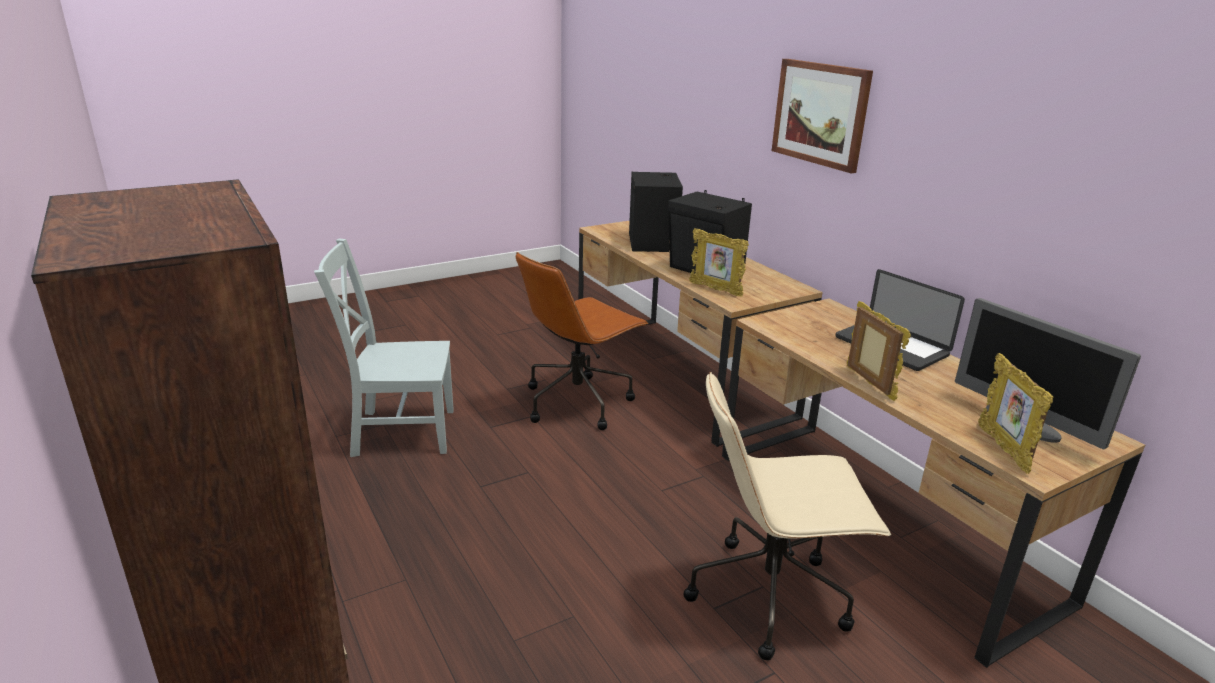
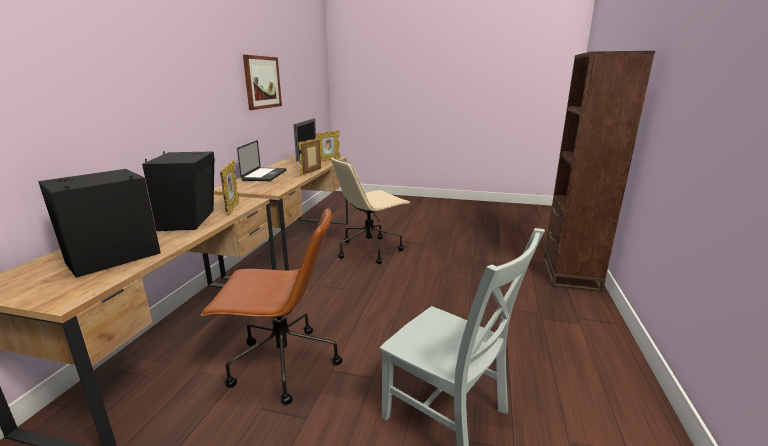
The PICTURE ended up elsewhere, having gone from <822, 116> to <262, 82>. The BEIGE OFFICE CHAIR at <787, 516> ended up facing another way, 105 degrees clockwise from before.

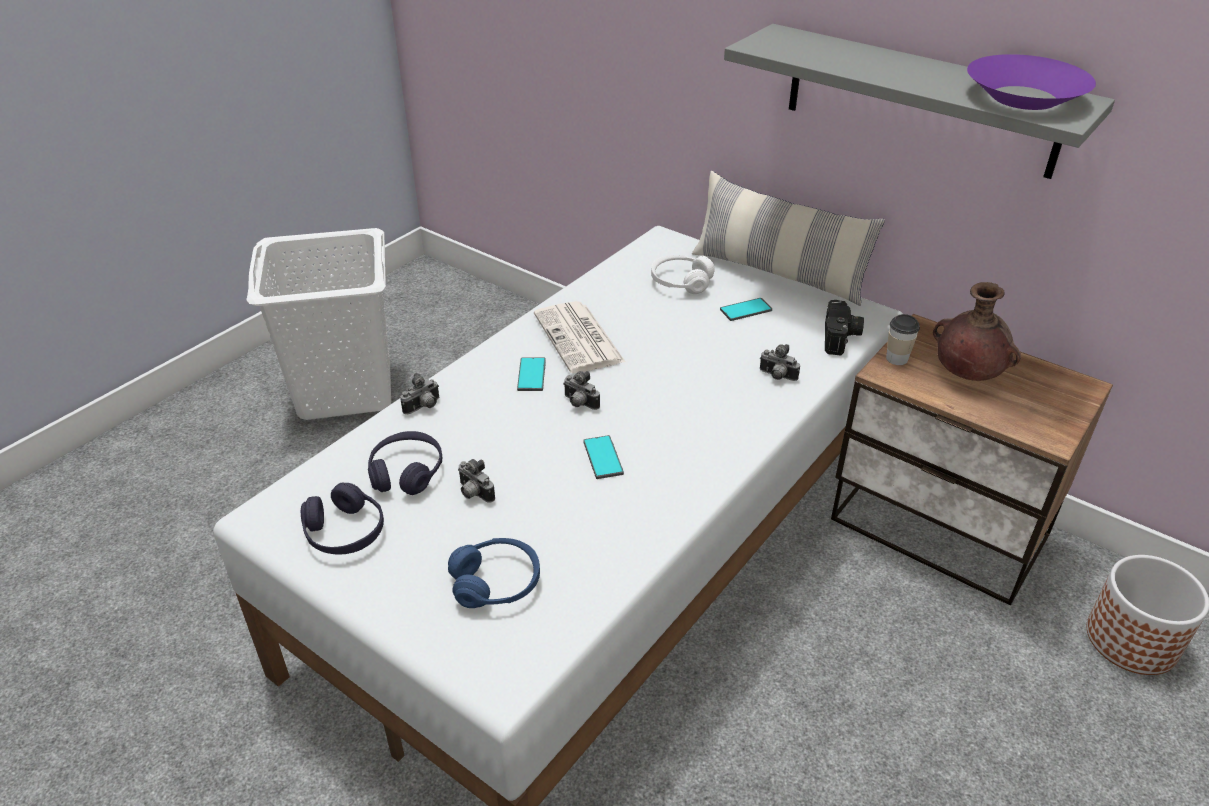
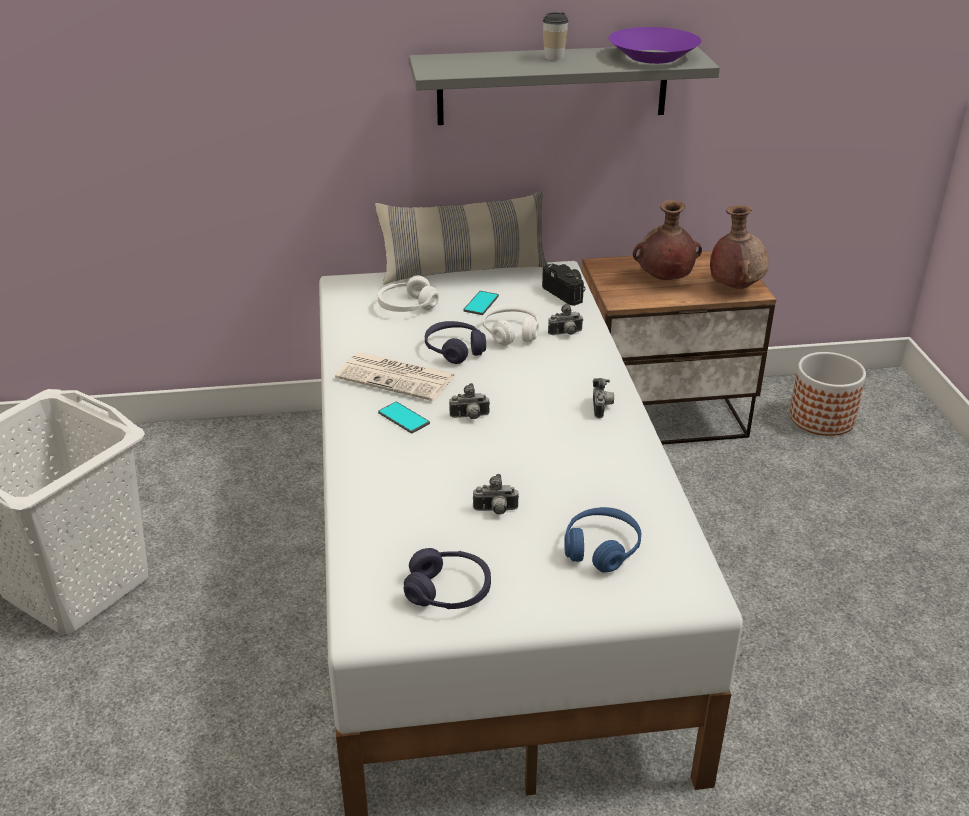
The CUP ended up elsewhere, having gone from <903, 339> to <555, 36>. The PHOTO CAMERA ended up elsewhere, having gone from <419, 393> to <603, 398>. The PURPLE HEADPHONES ended up elsewhere, having gone from <405, 463> to <455, 342>. The second view lost the PHONE at <603, 457>. The second view gained the BROWN VASE at <739, 247>. The second view gained the WHITE HEADPHONES at <511, 325>.

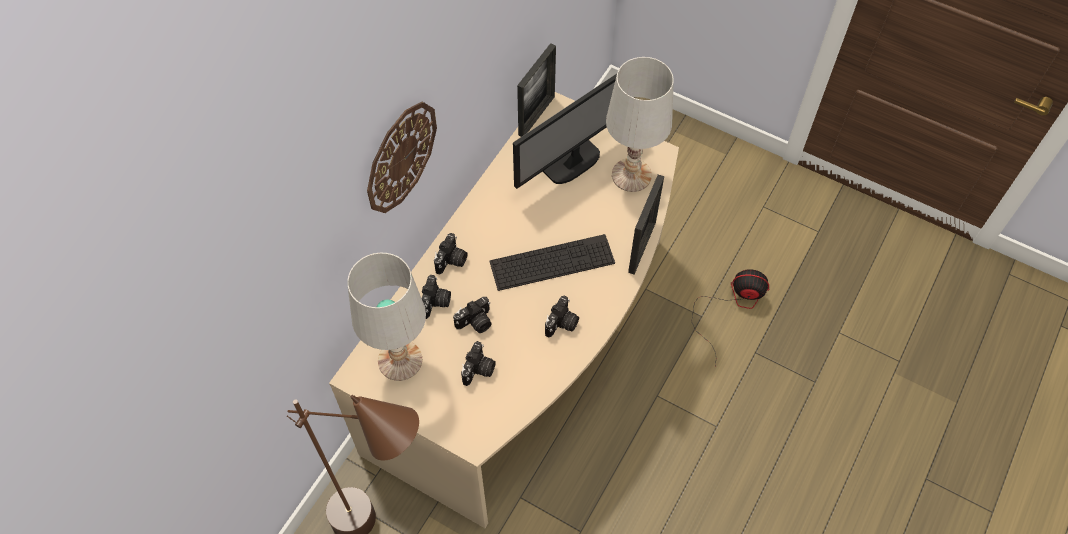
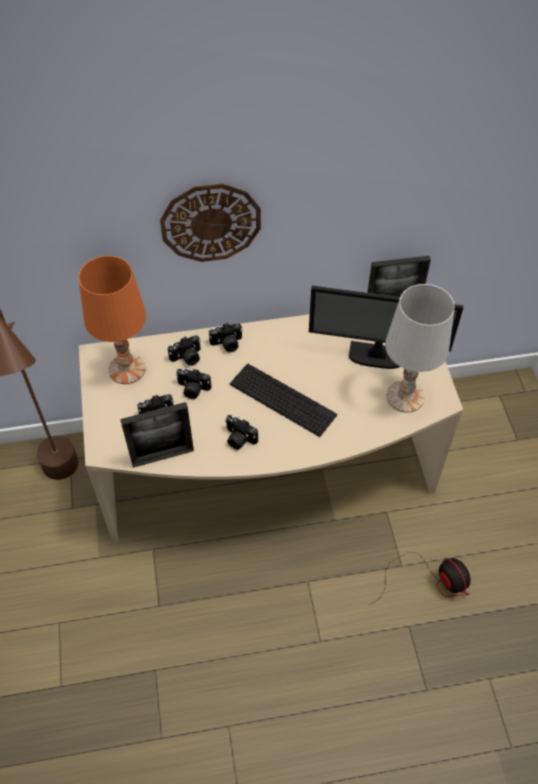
The PICTURE FRAME ended up elsewhere, having gone from <646, 225> to <157, 435>. What was the WHITE TABLE LAMP at <386, 317> turned into the ORANGE TABLE LAMP at <112, 320>. The PHOTO CAMERA at <562, 316> ended up facing another way, 45 degrees clockwise from before.

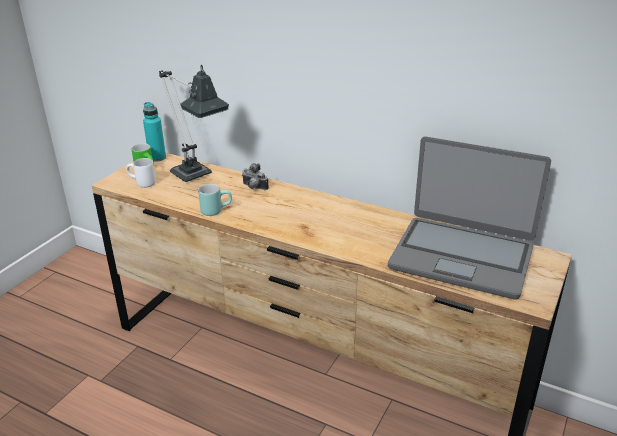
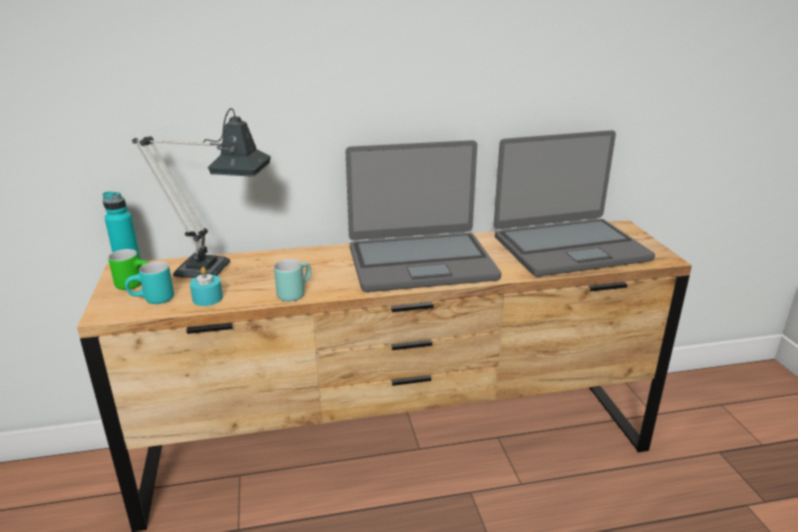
What was the WHITE MUG at <141, 173> turned into the TURQUOISE MUG at <149, 282>. The second view lost the PHOTO CAMERA at <255, 176>. The second view gained the LAPTOP at <423, 216>. The second view gained the TURQUOISE CANDLE at <206, 286>.

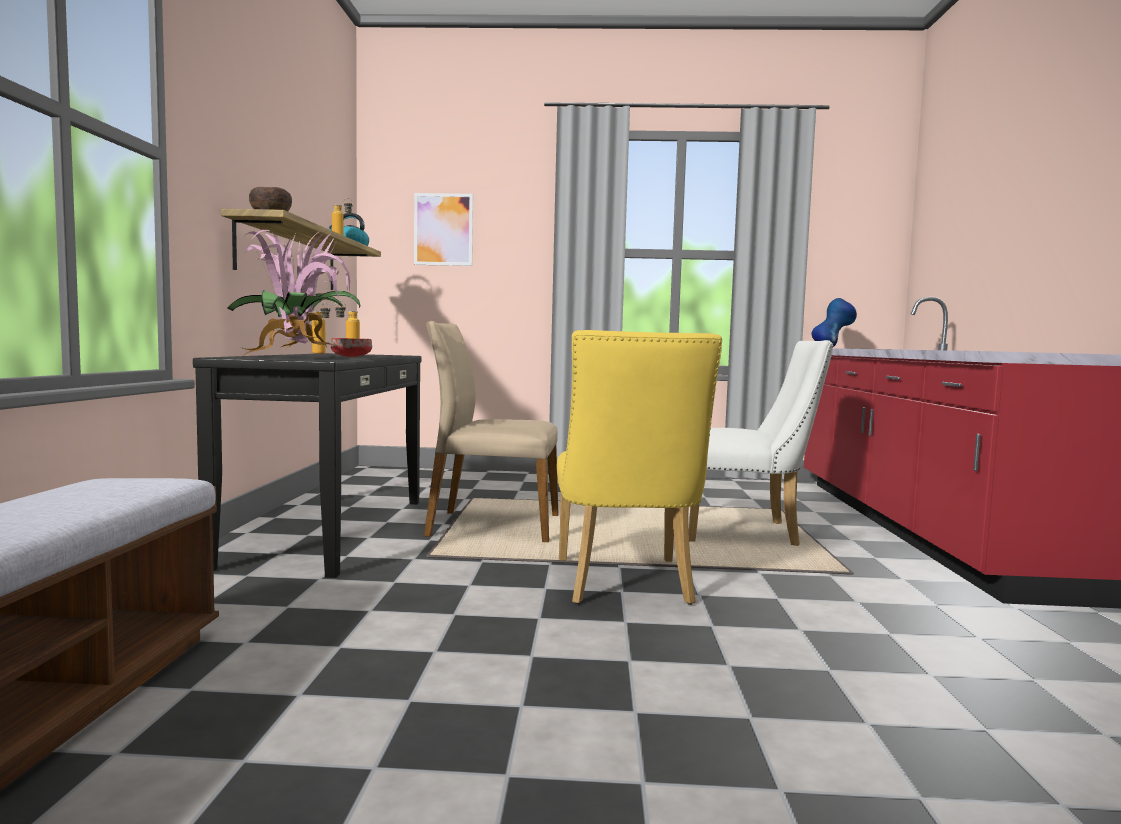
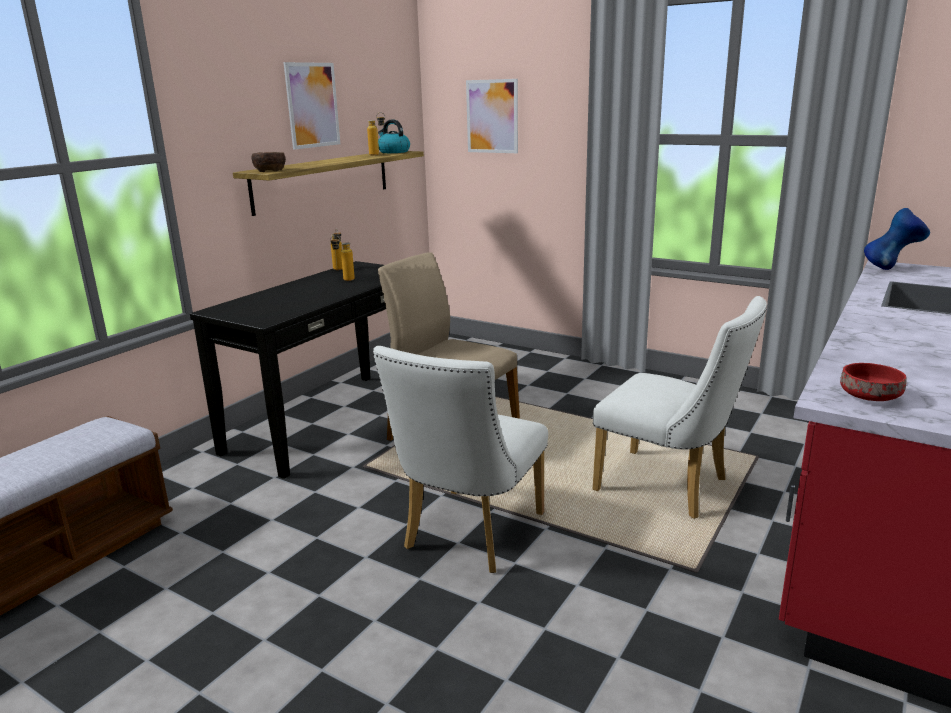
The second view lost the POTTED PLANT at <294, 292>. What was the YELLOW CHAIR at <639, 467> turned into the WHITE CHAIR at <460, 459>. The RED BOWL ended up elsewhere, having gone from <351, 347> to <873, 382>. The second view gained the PICTURE at <311, 106>.

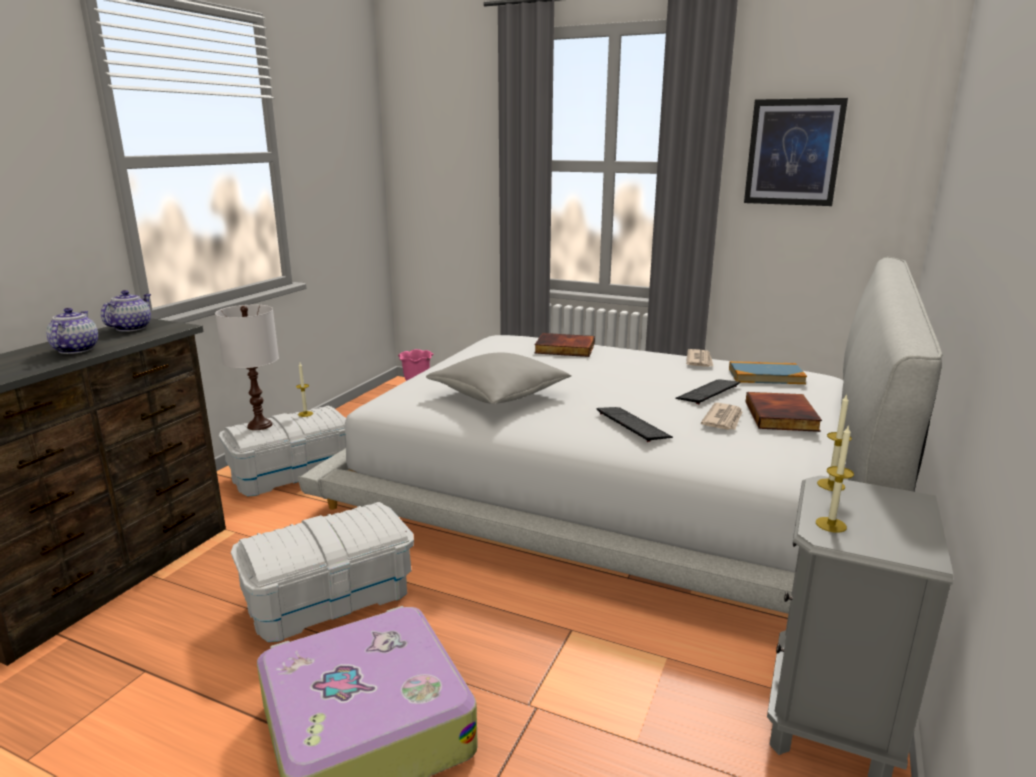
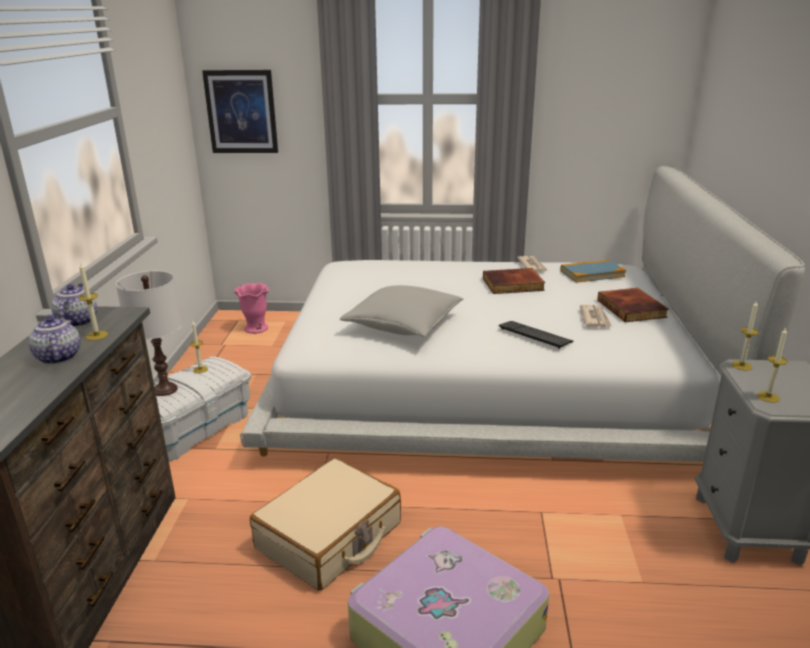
The PICTURE ended up elsewhere, having gone from <796, 152> to <240, 111>. The BOOK ended up elsewhere, having gone from <565, 345> to <514, 281>. The second view lost the KEYBOARD at <707, 392>. Where the WHITE STORAGE BOX stood at <322, 572>, the BEIGE SUITCASE came to stand at <325, 524>. The second view gained the CANDLE at <93, 301>.

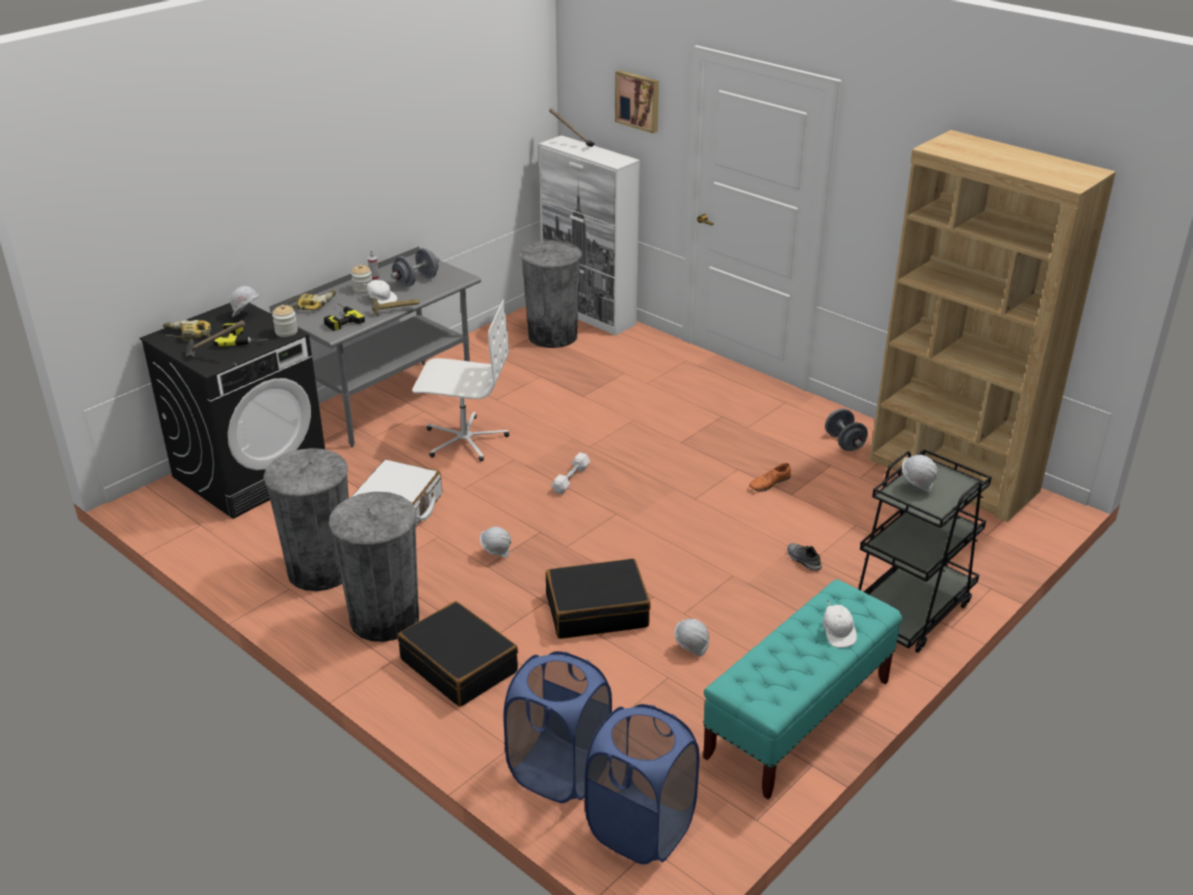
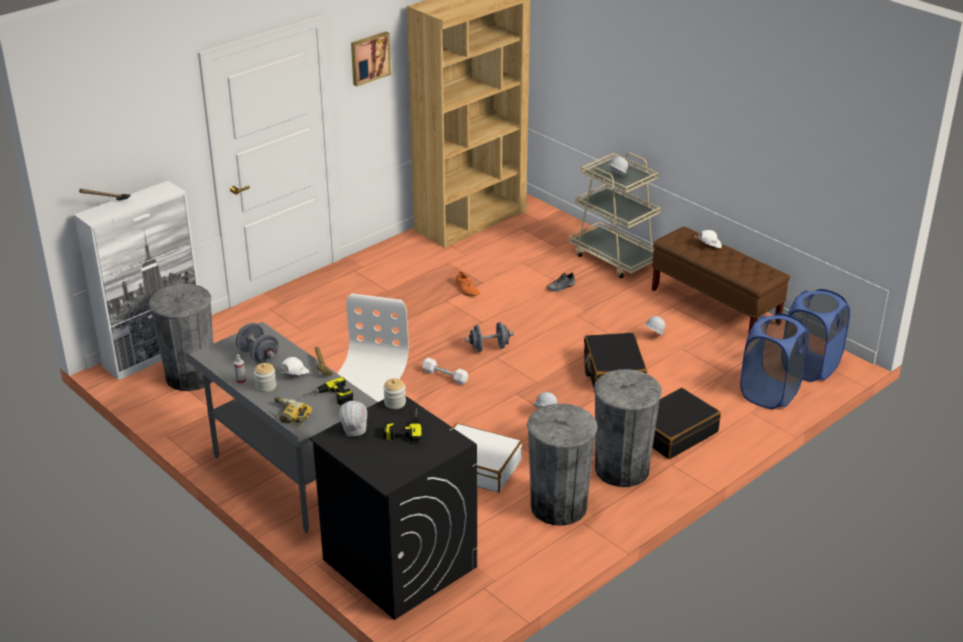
The PICTURE ended up elsewhere, having gone from <637, 101> to <371, 59>. The second view lost the POWER DRILL at <187, 331>. The second view lost the HAMMER at <215, 339>. The GREY DUMBBELL ended up elsewhere, having gone from <846, 430> to <489, 337>. What was the BLACK CART at <925, 551> turned into the BEIGE CART at <614, 215>. What was the TURQUOISE BENCH at <802, 689> turned into the BROWN BENCH at <721, 281>.

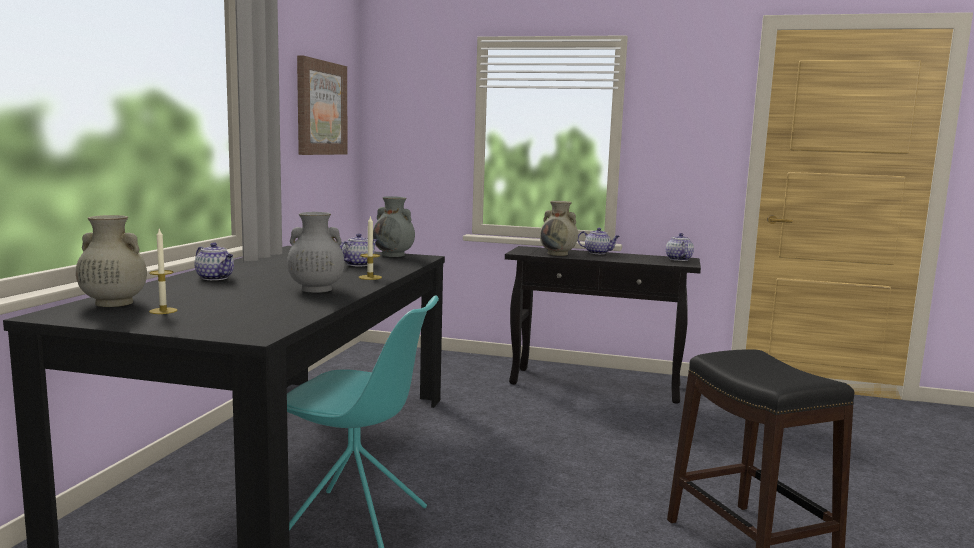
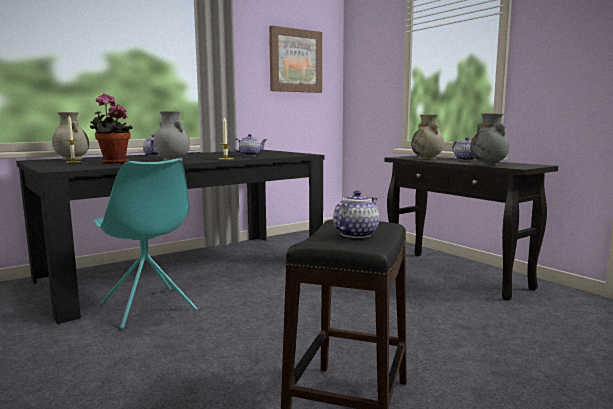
The GREY VASE ended up elsewhere, having gone from <394, 226> to <490, 140>. The TEAPOT ended up elsewhere, having gone from <680, 247> to <356, 214>. The second view gained the POTTED PLANT at <111, 129>.

